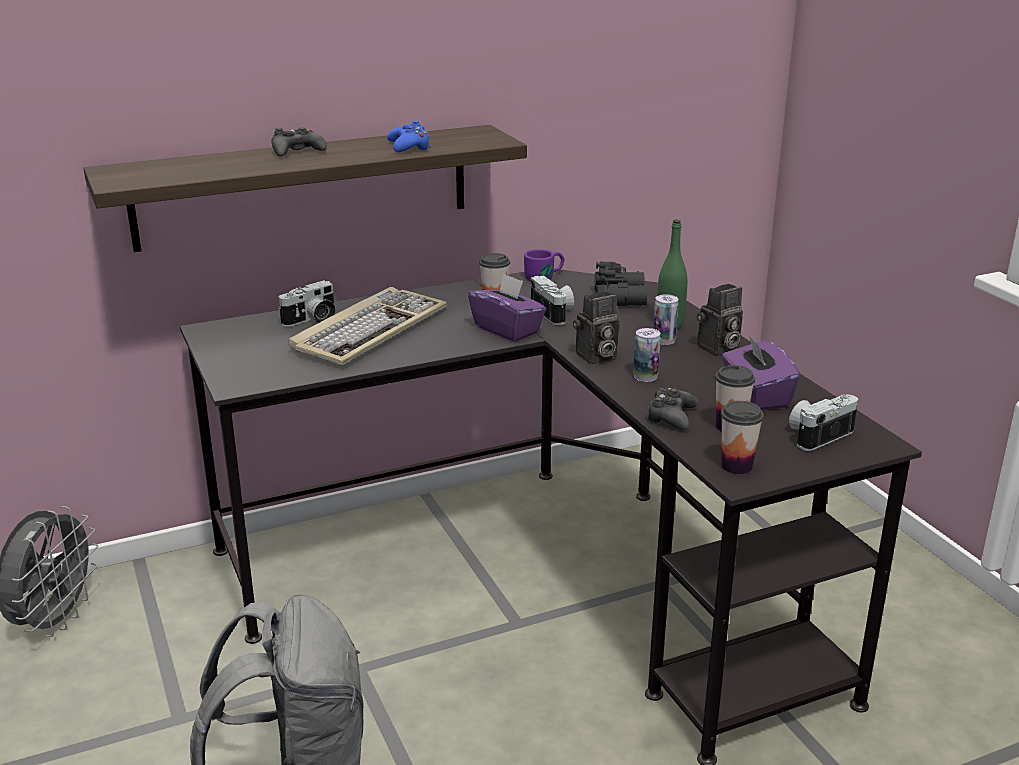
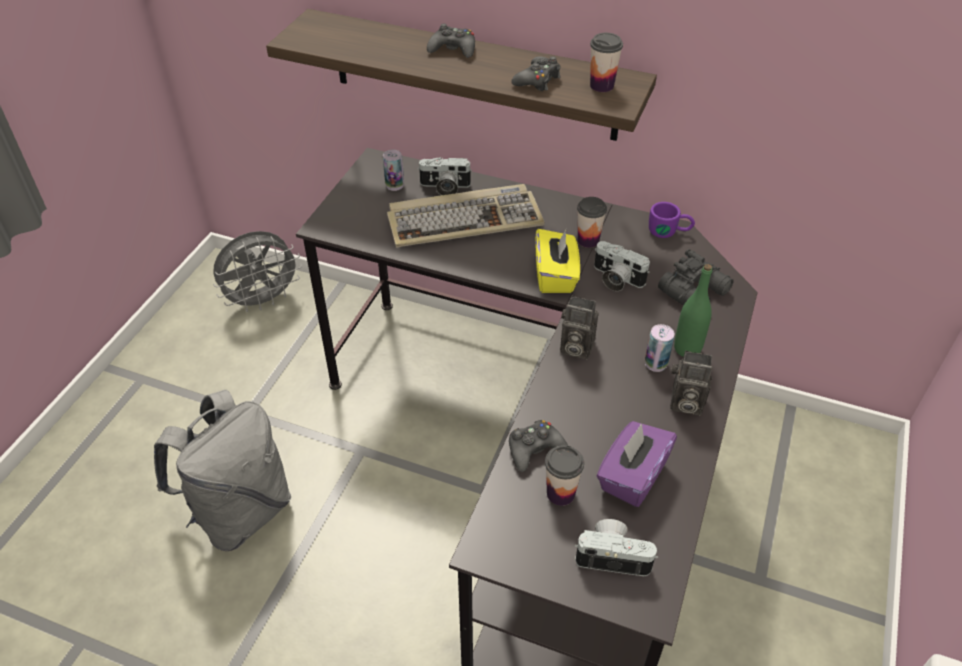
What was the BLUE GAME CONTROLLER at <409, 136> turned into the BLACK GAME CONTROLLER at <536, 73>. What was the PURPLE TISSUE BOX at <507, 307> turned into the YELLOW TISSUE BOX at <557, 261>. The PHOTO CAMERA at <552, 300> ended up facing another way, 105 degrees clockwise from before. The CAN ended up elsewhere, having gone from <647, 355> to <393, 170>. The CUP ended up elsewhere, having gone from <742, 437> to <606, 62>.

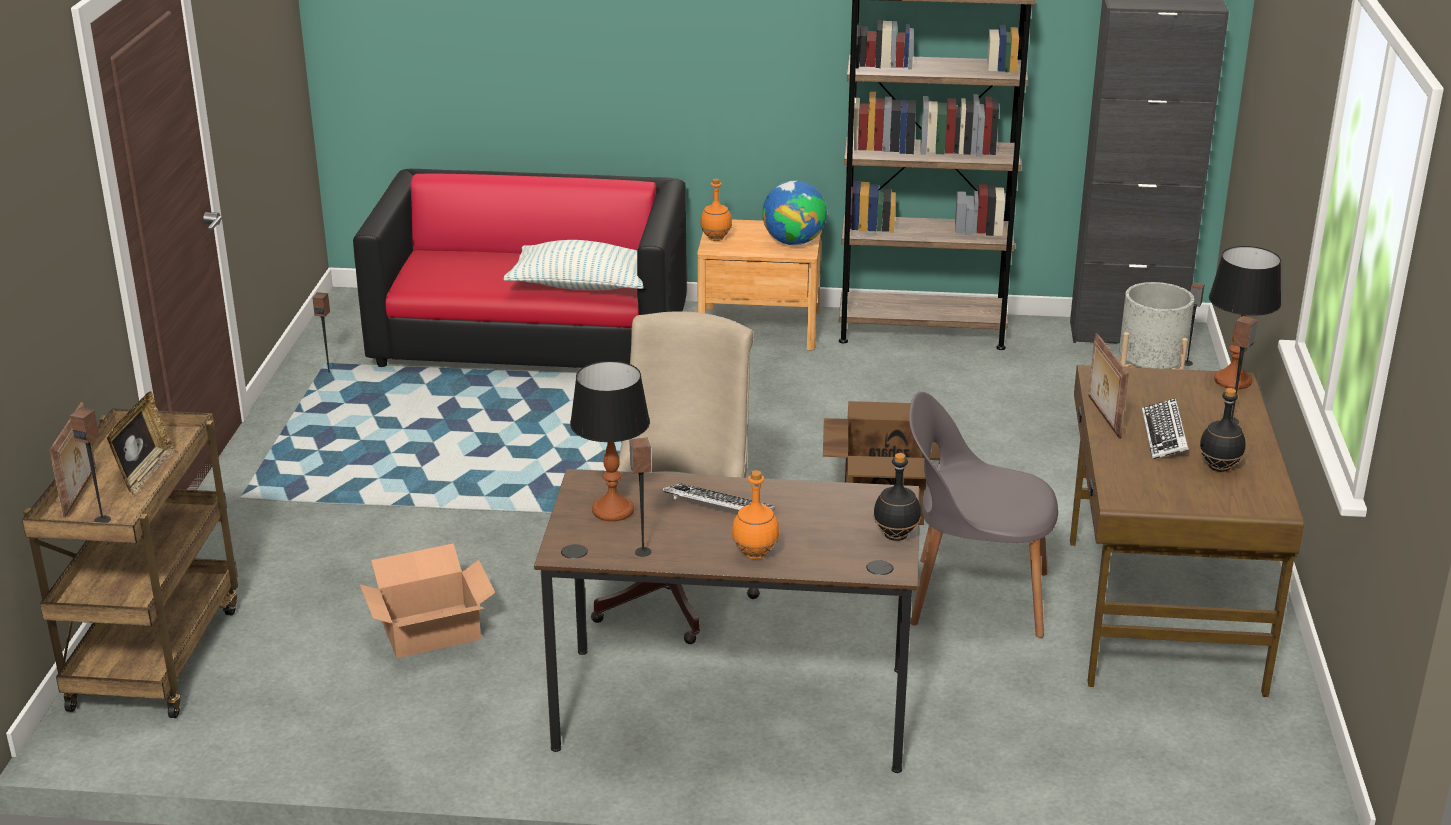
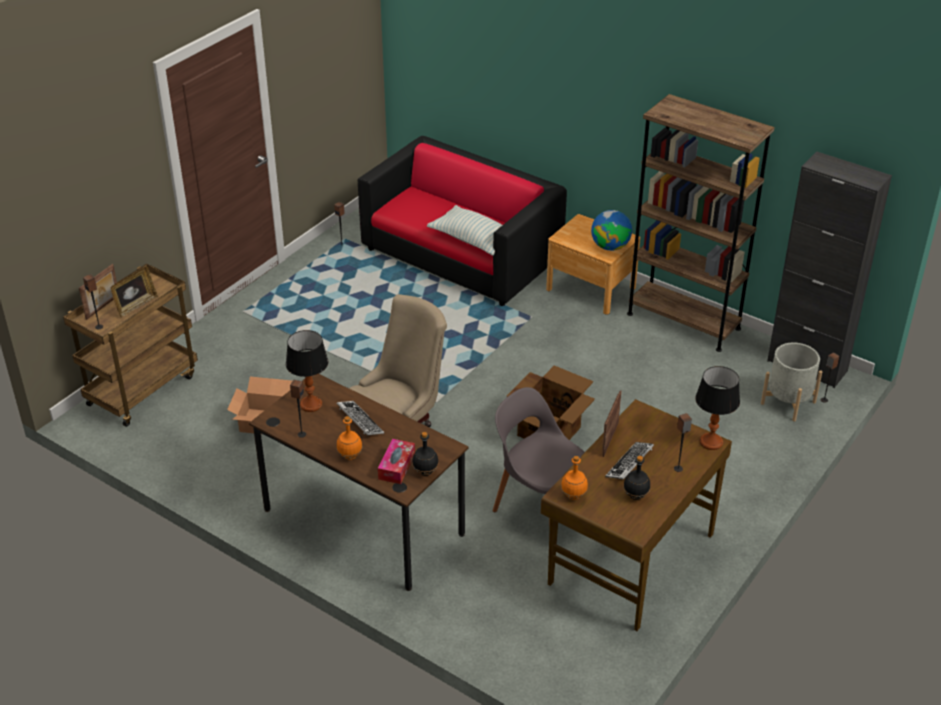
The ORANGE BOTTLE ended up elsewhere, having gone from <716, 209> to <574, 478>. The second view gained the TISSUE BOX at <396, 461>.

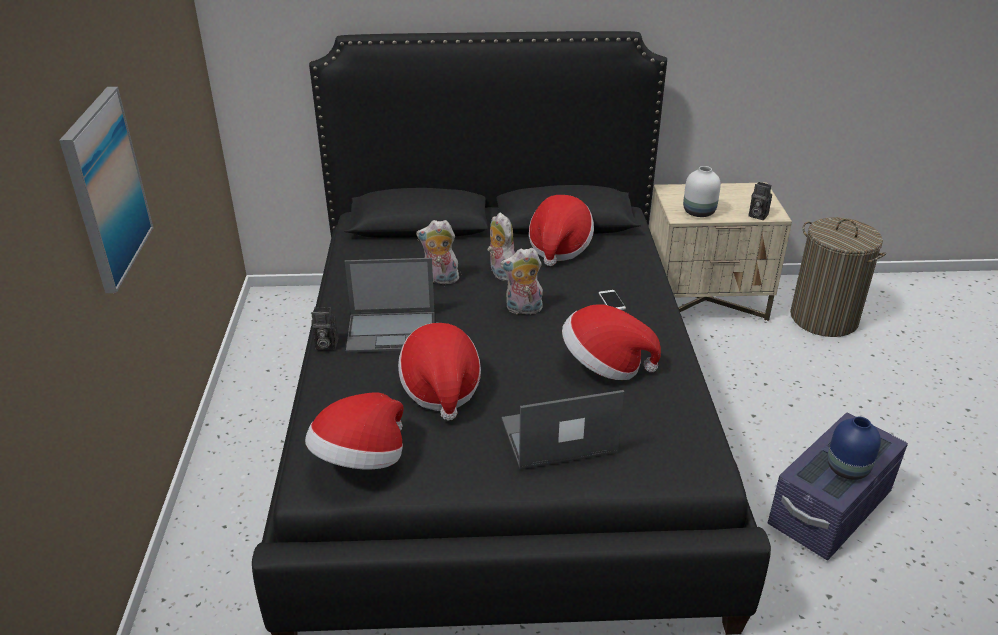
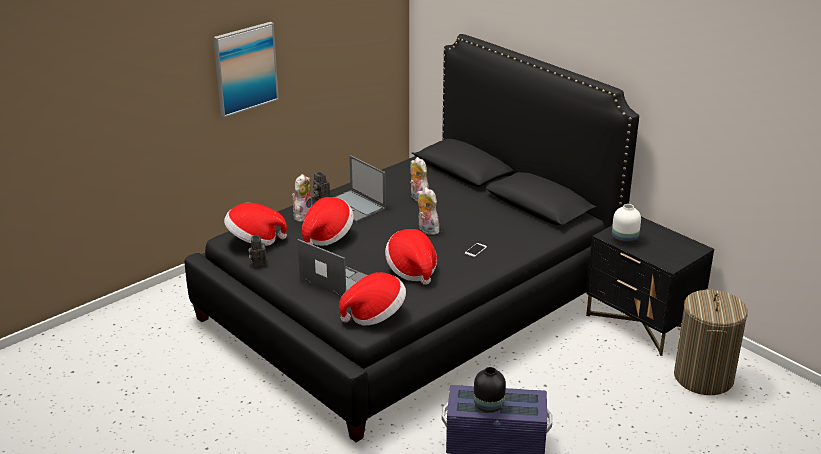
The PHOTO CAMERA ended up elsewhere, having gone from <760, 201> to <257, 251>. What was the BEIGE NIGHTSTAND at <720, 252> turned into the BLACK NIGHTSTAND at <650, 286>. The HAT ended up elsewhere, having gone from <561, 230> to <372, 299>. The PLUSH TOY ended up elsewhere, having gone from <501, 247> to <302, 198>. What was the BLUE VASE at <854, 448> turned into the BLACK VASE at <490, 390>.

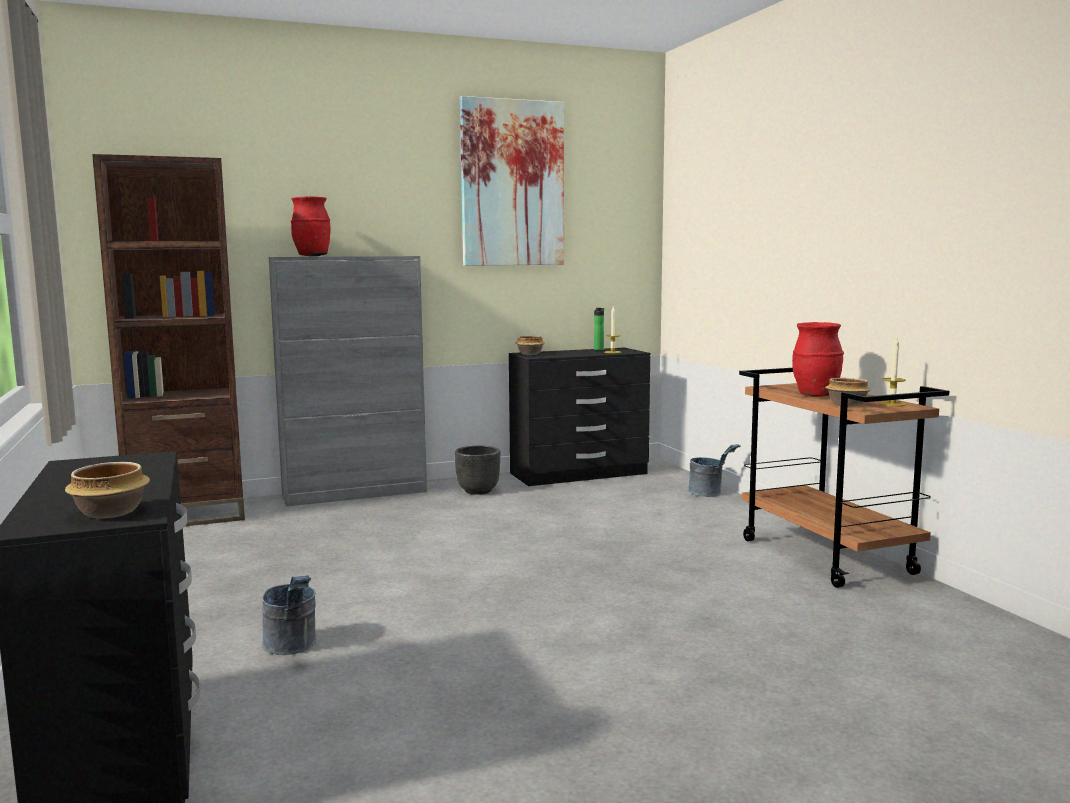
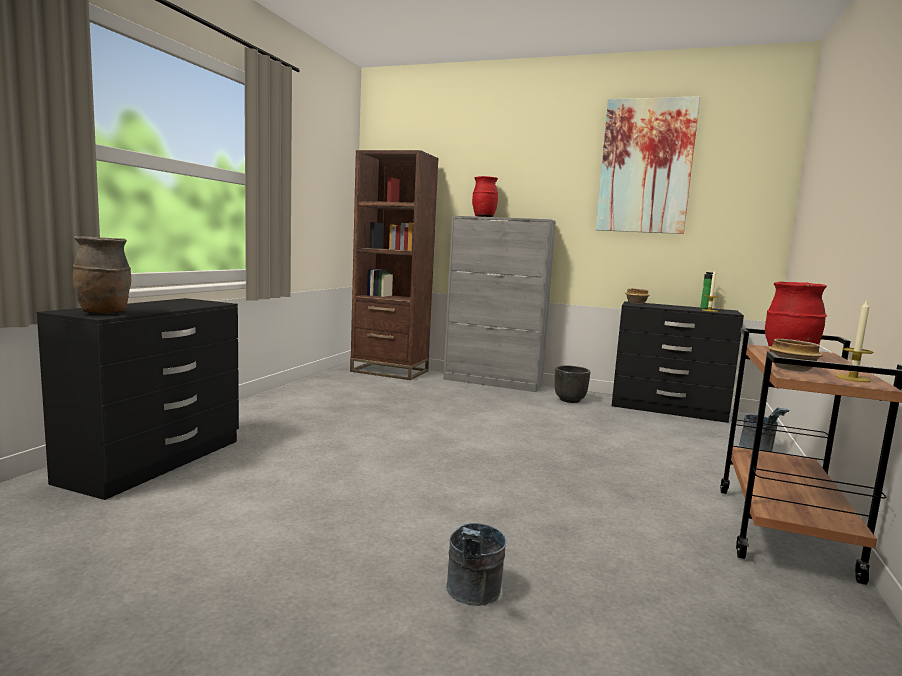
Where the BOWL stood at <107, 490>, the BROWN VASE came to stand at <102, 275>. The GREY BUCKET ended up elsewhere, having gone from <289, 615> to <476, 564>.

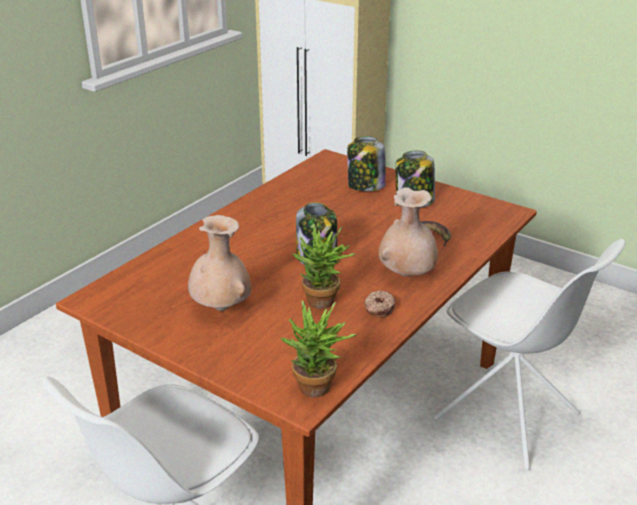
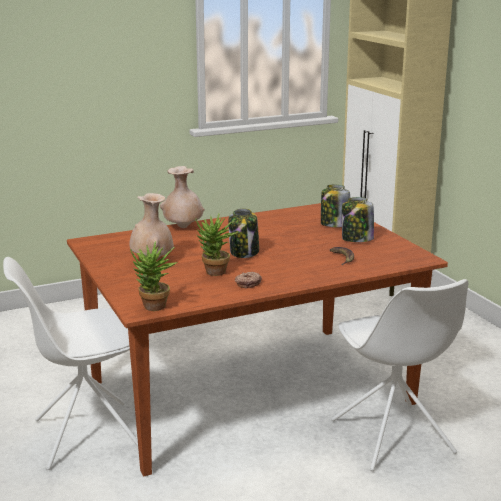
The BEIGE VASE ended up elsewhere, having gone from <408, 232> to <182, 197>.

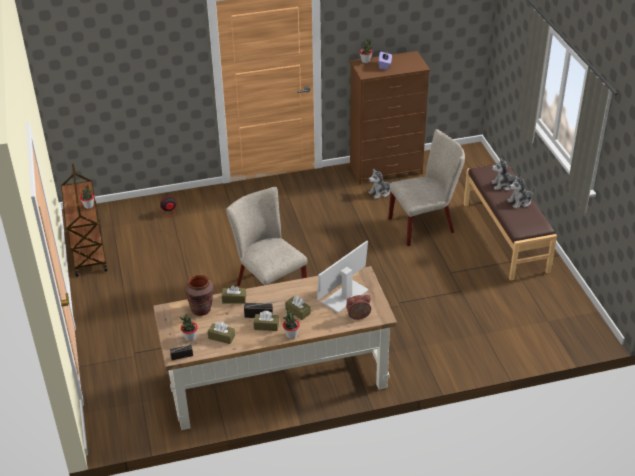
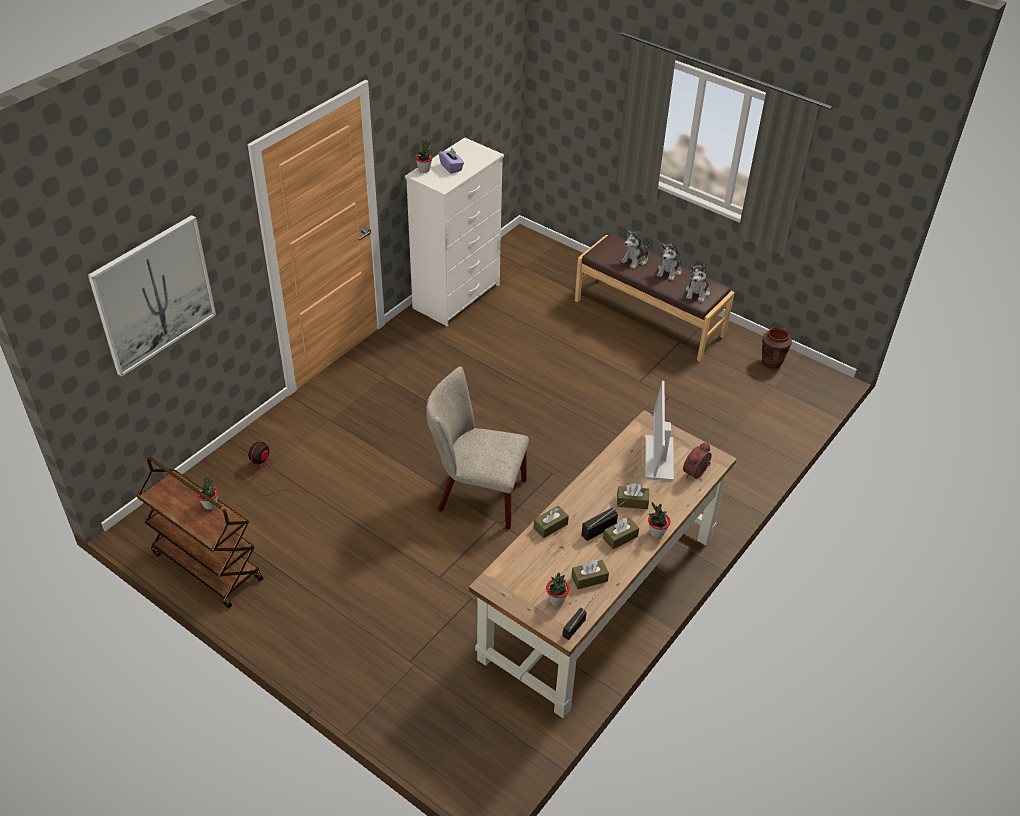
What was the BROWN DRESSER at <390, 117> turned into the WHITE DRESSER at <454, 232>. The second view lost the BEIGE CHAIR at <426, 187>. The PLUSH TOY ended up elsewhere, having gone from <380, 184> to <698, 283>. The BROWN VASE ended up elsewhere, having gone from <199, 295> to <777, 348>. The second view gained the PICTURE at <152, 296>.

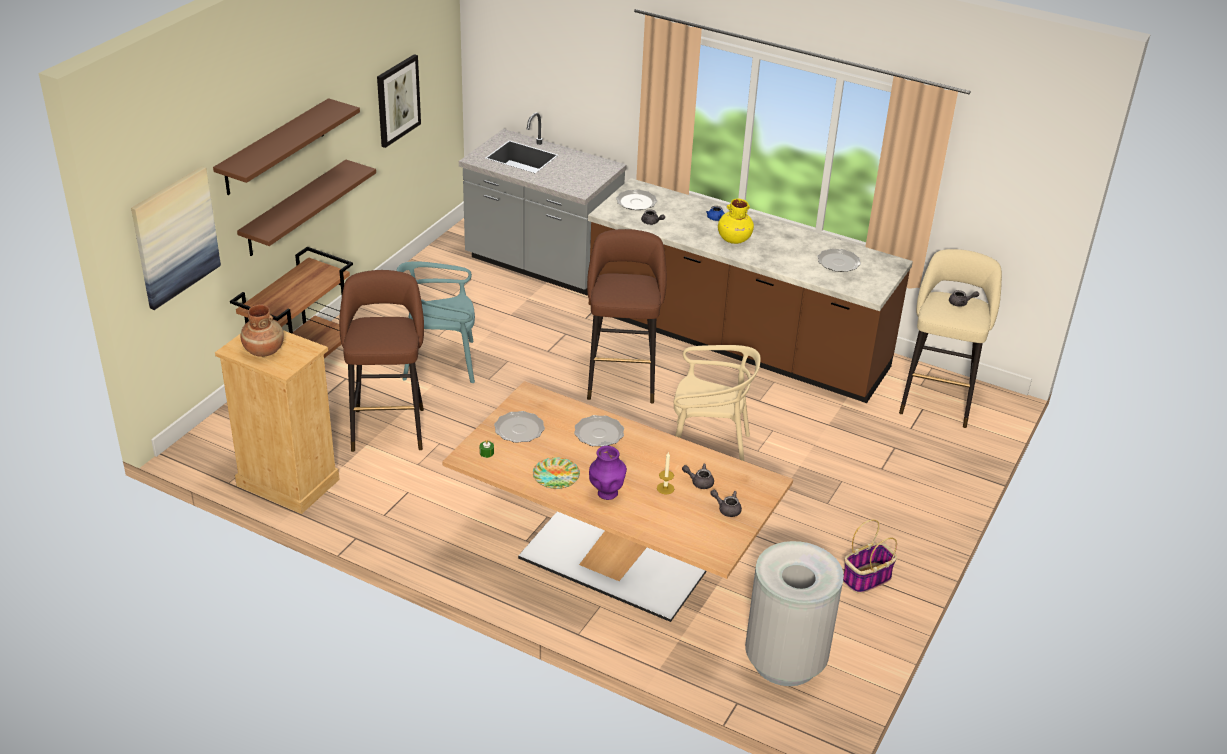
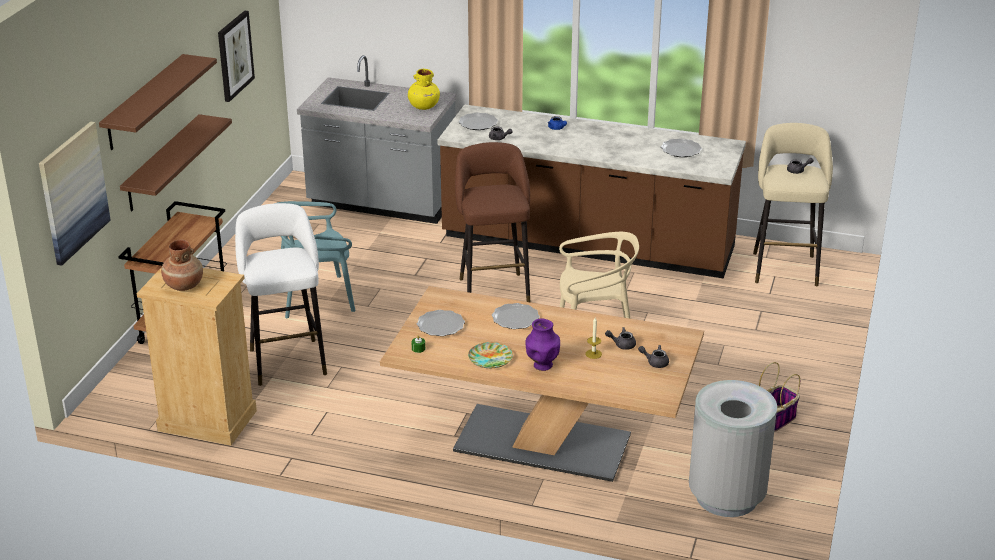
The YELLOW VASE ended up elsewhere, having gone from <736, 221> to <424, 89>. What was the BROWN STOOL at <381, 361> turned into the WHITE STOOL at <281, 294>.

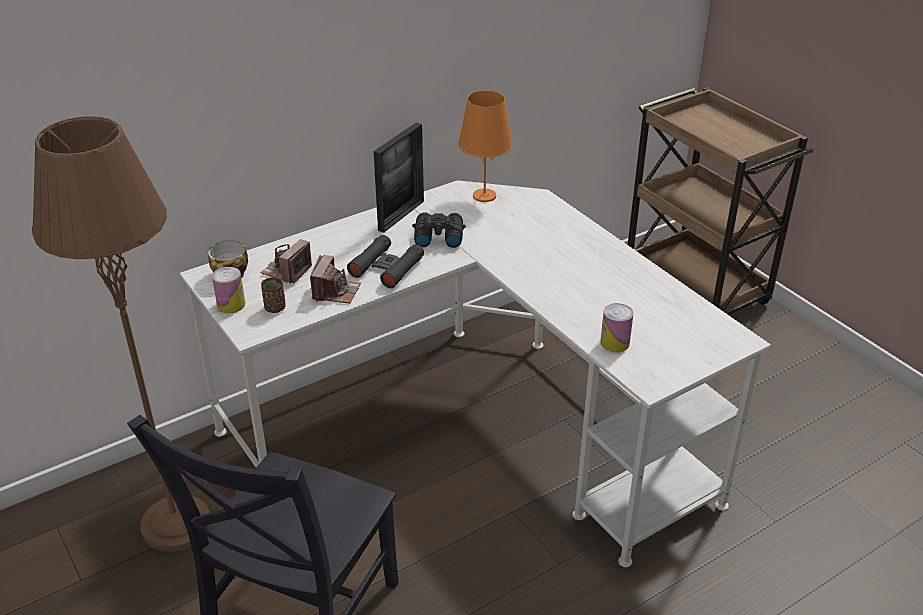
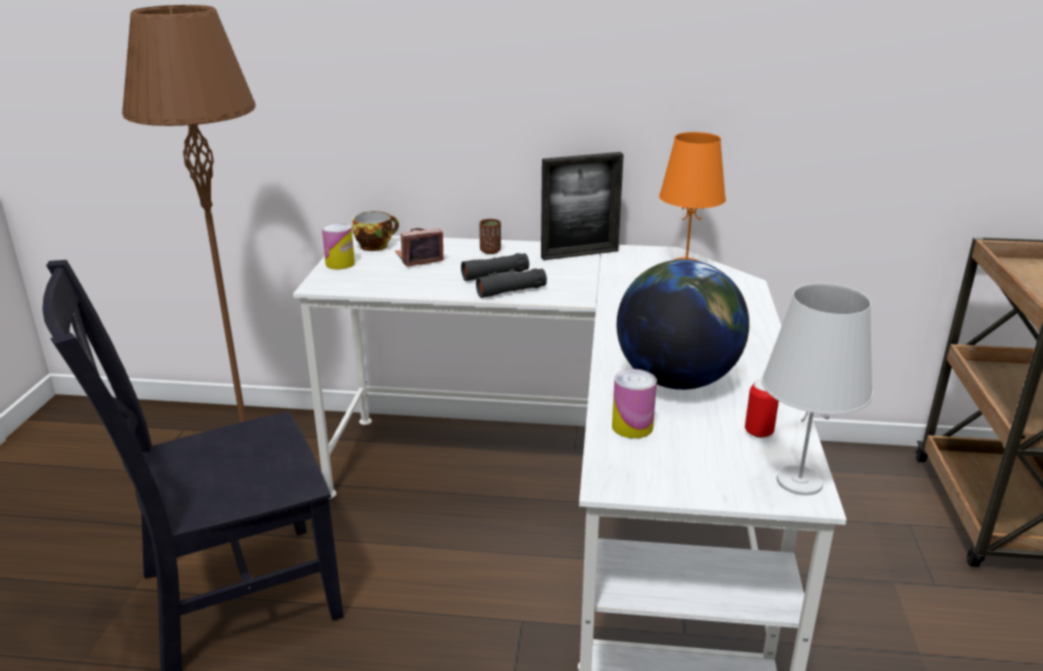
The second view lost the BLACK BINOCULARS at <439, 230>. The second view lost the PHOTO CAMERA at <335, 279>. The BROWN CUP ended up elsewhere, having gone from <273, 295> to <490, 236>. The second view gained the GLOBE at <683, 324>. The second view gained the WHITE TABLE LAMP at <817, 389>. The second view gained the CAN at <762, 409>.

